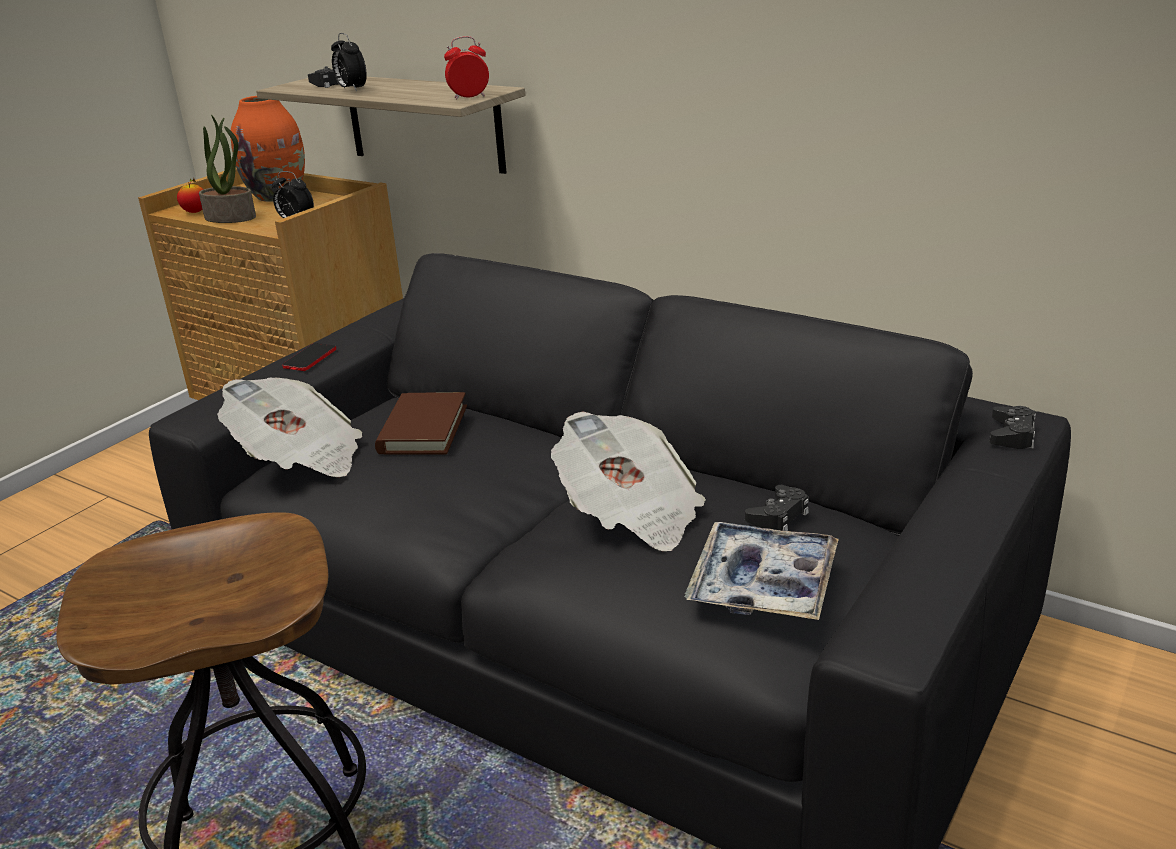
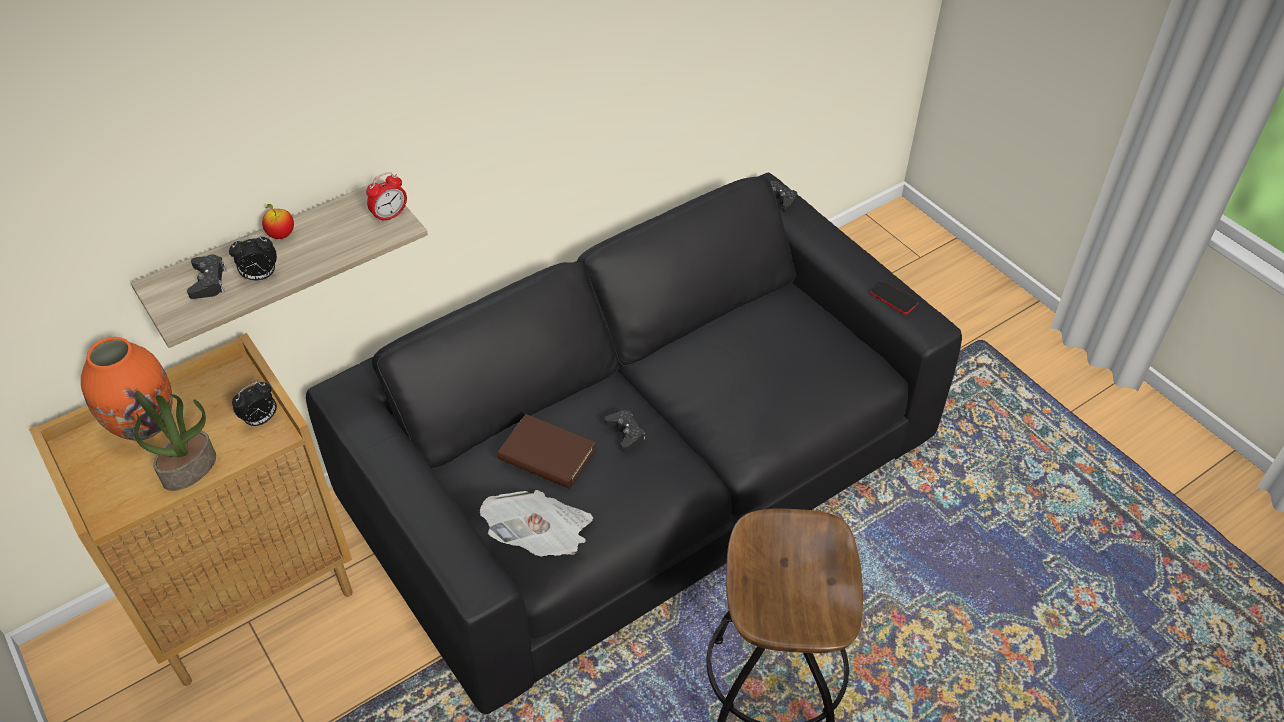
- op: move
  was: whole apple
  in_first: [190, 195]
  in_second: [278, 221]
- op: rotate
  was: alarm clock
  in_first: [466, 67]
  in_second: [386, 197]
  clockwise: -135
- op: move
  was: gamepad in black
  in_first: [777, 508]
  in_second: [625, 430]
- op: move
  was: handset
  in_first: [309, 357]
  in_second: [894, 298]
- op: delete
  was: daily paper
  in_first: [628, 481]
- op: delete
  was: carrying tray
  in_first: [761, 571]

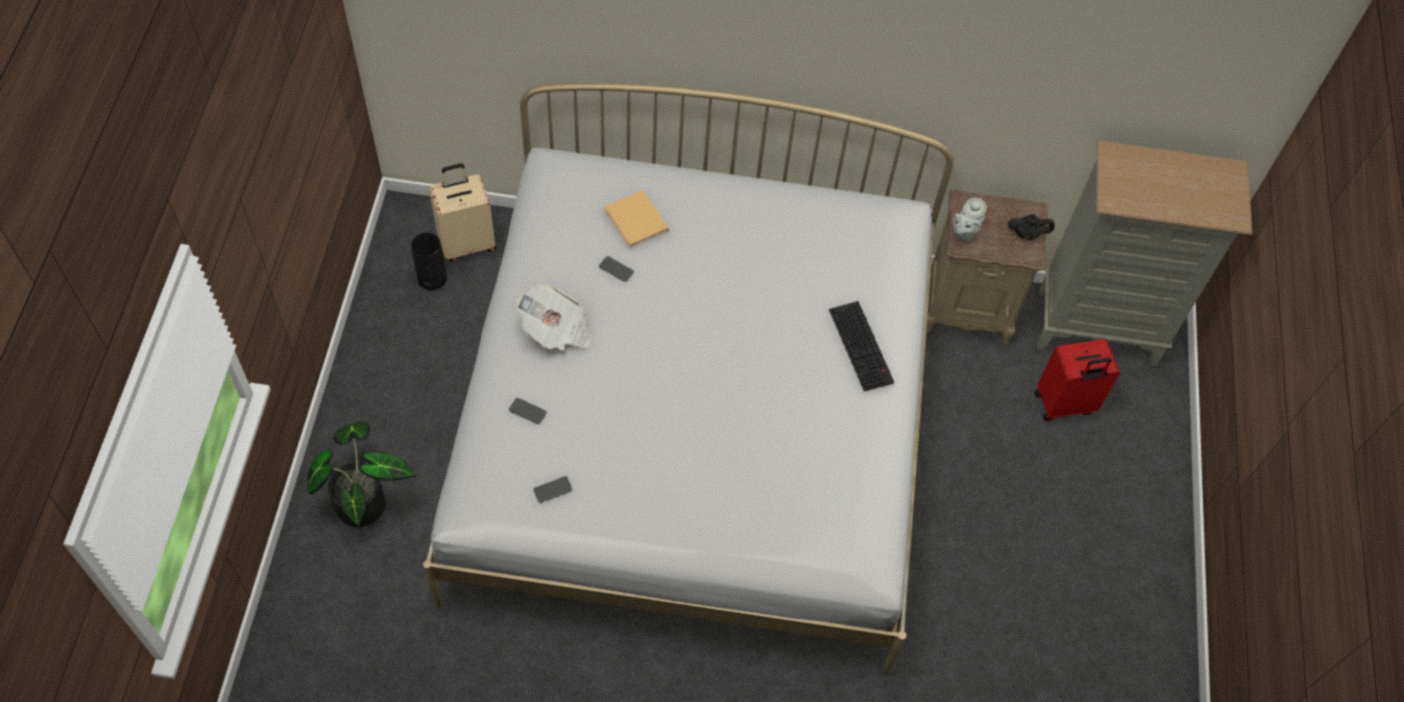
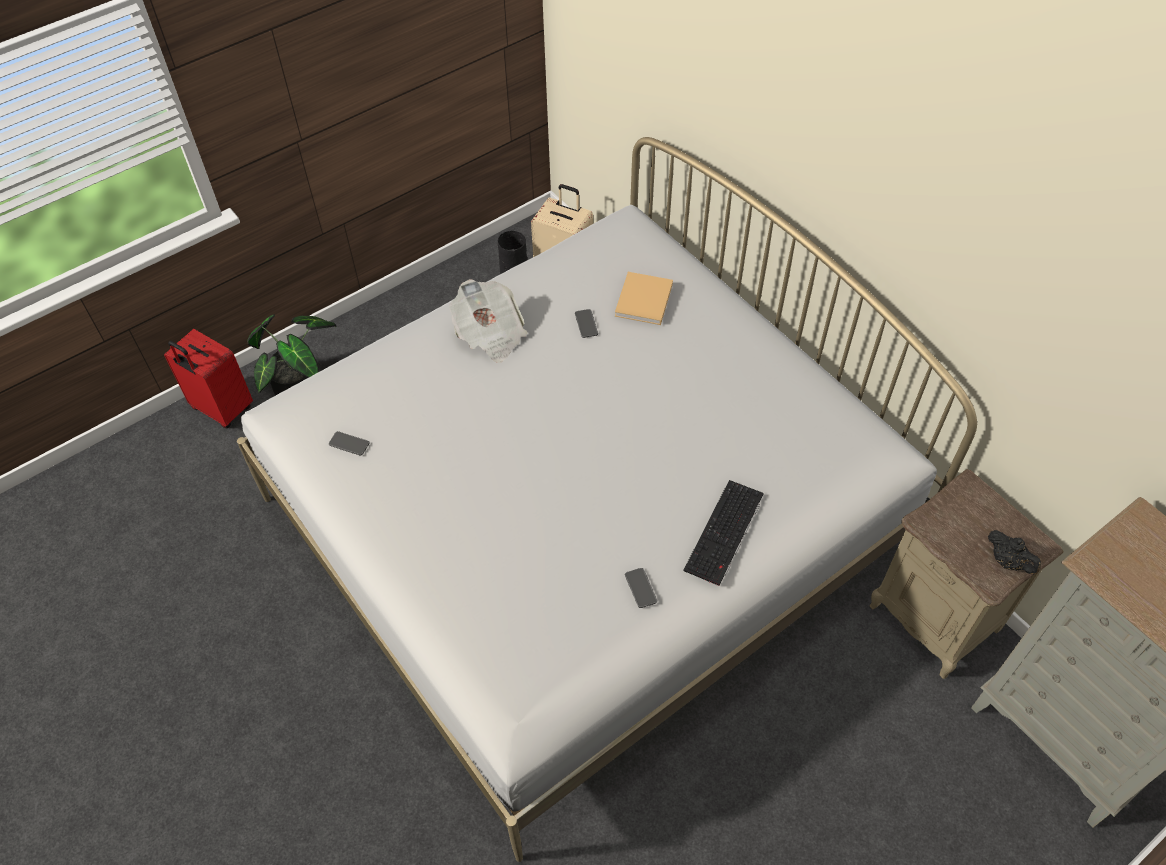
- op: move
  was: suitcase in red-coloured
  in_first: [1077, 380]
  in_second: [208, 378]
- op: move
  was: handset
  in_first: [528, 411]
  in_second: [641, 588]
- op: delete
  was: pot for tea in gray
  in_first: [969, 220]

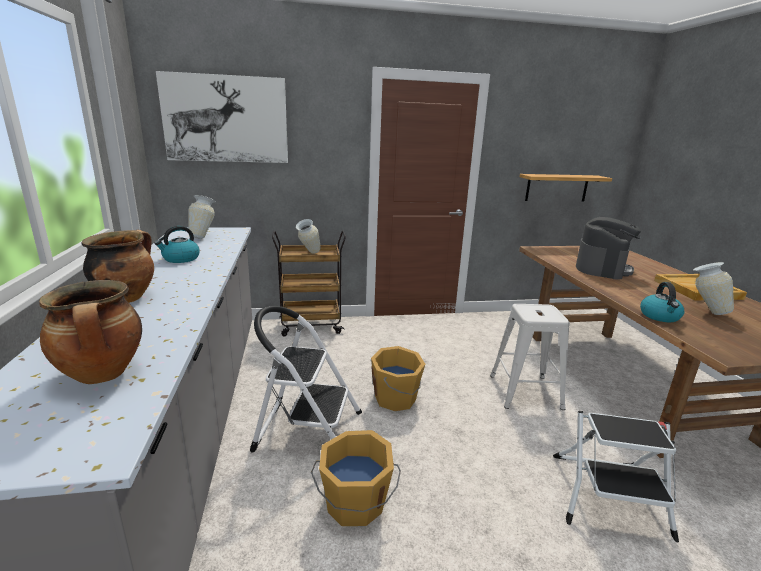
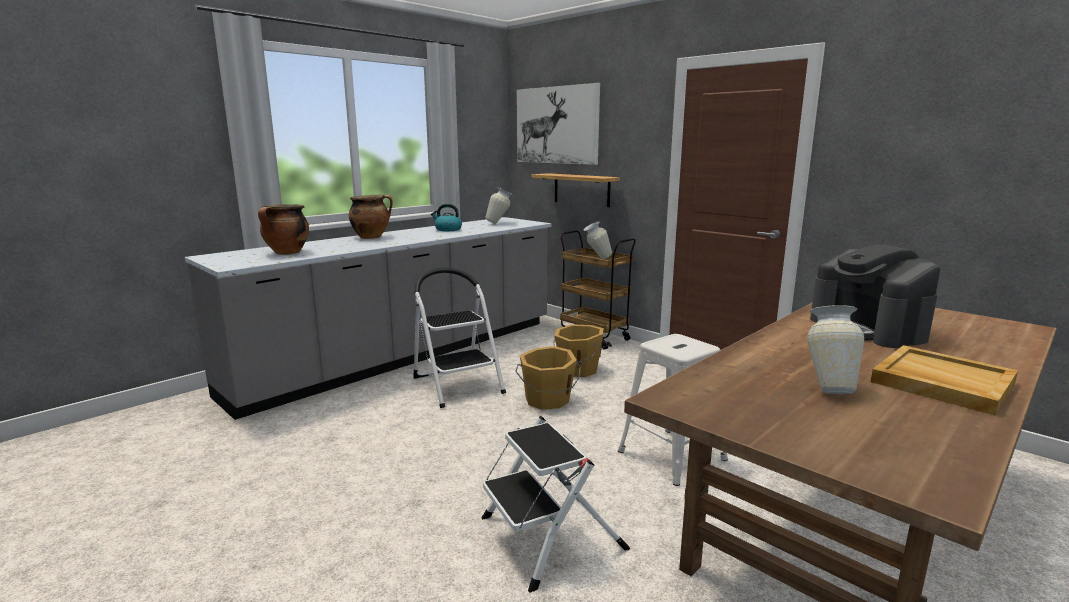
- op: move
  was: bracket shelf
  in_first: [566, 188]
  in_second: [576, 190]
- op: move
  was: pail in orangey
  in_first: [356, 478]
  in_second: [578, 350]
- op: rotate
  was: coffee maker
  in_first: [608, 248]
  in_second: [875, 296]
  clockwise: 75
- op: delete
  was: tea kettle
  in_first: [662, 302]

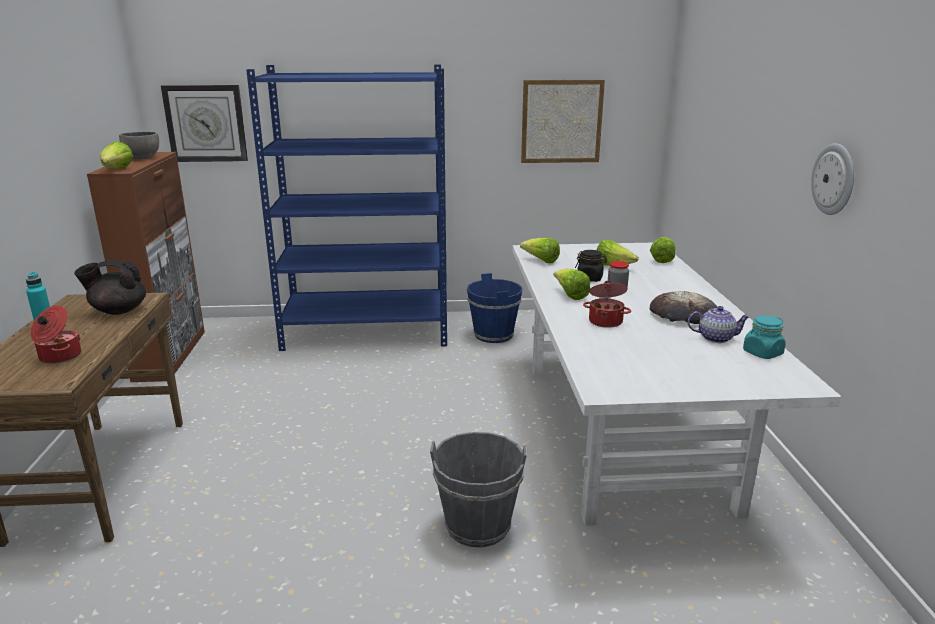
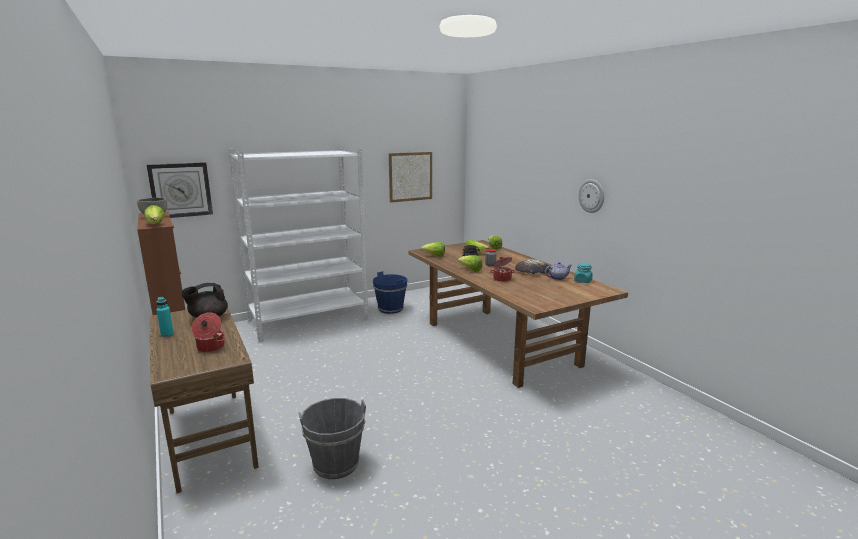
- op: recolor
  was: shelving unit in blue-coloured
  now: shelving unit in whitish
  in_first: [346, 208]
  in_second: [298, 243]
- op: move
  was: pail in gray
  in_first: [478, 489]
  in_second: [332, 438]
- op: recolor
  was: dinner table in whitish
  now: dinner table in brownish
  in_first: [677, 384]
  in_second: [518, 314]

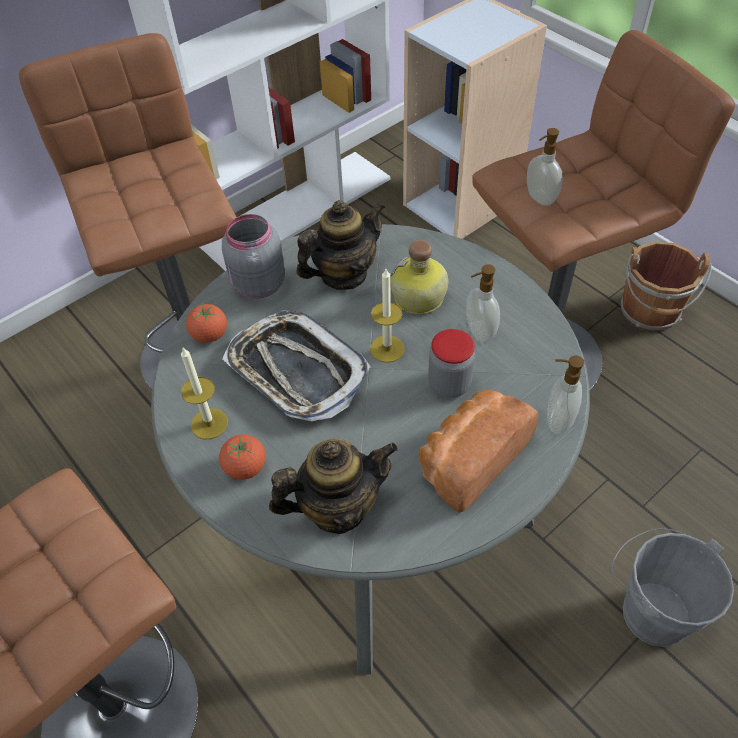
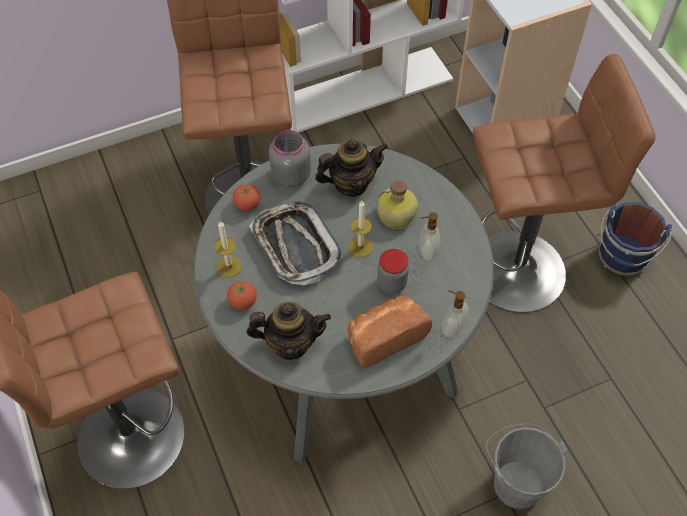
- op: recolor
  was: pail in brownish
  now: pail in blue-coloured
  in_first: [666, 286]
  in_second: [635, 239]
- op: delete
  was: soap bottle
  in_first: [545, 167]

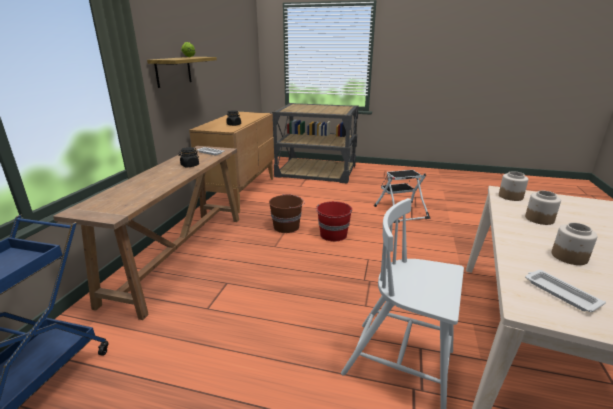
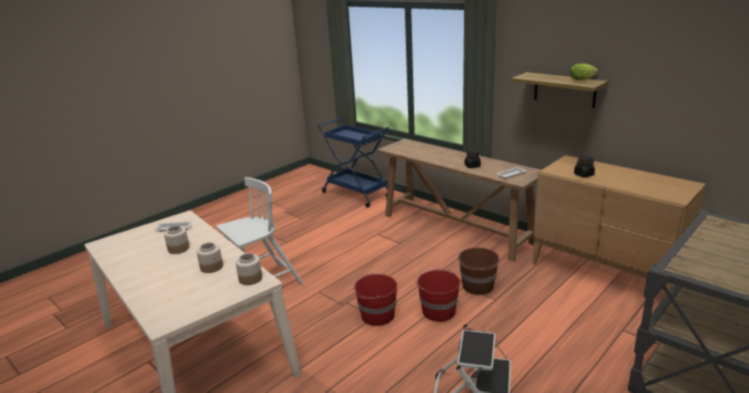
- op: insert
  now: pail in red-coloured
  in_second: [374, 299]

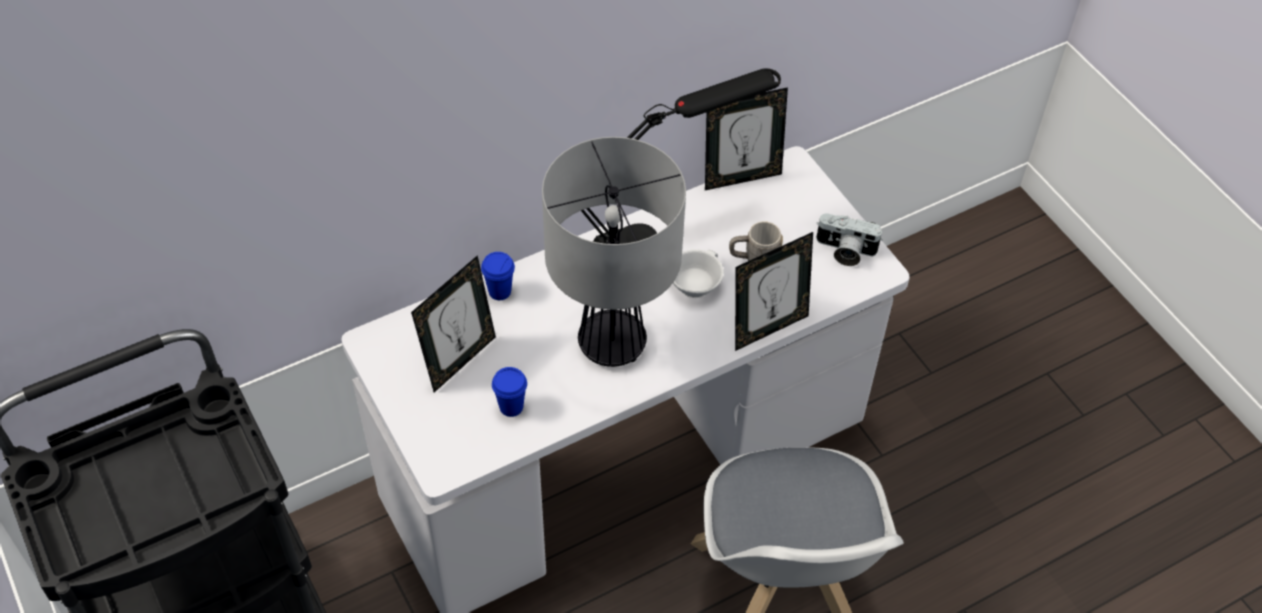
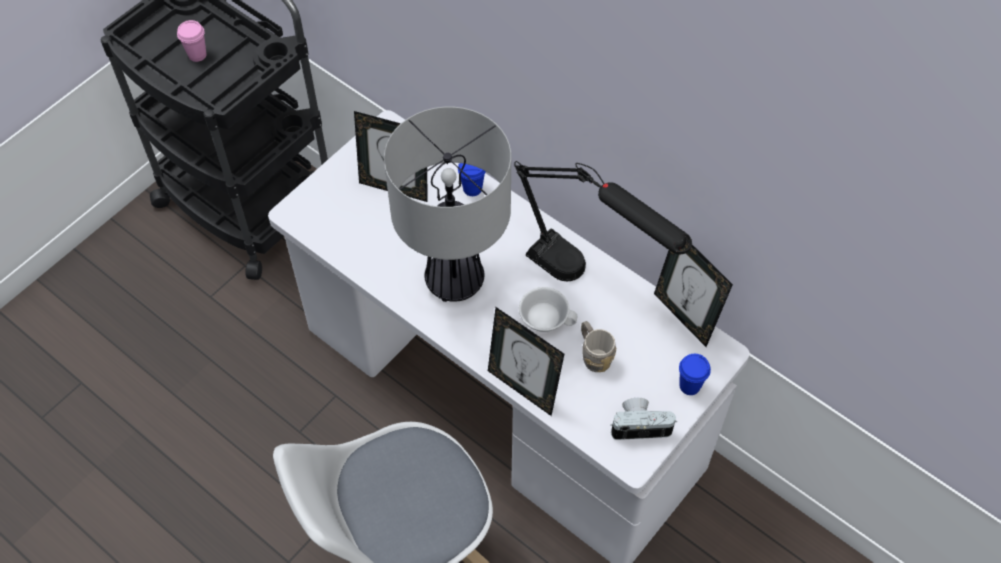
- op: insert
  now: drinking cup in pink
  in_second: [191, 41]
- op: rotate
  was: still camera
  in_first: [849, 239]
  in_second: [644, 419]
  clockwise: 90
- op: move
  was: drinking cup in blue-coloured
  in_first: [509, 392]
  in_second: [695, 374]

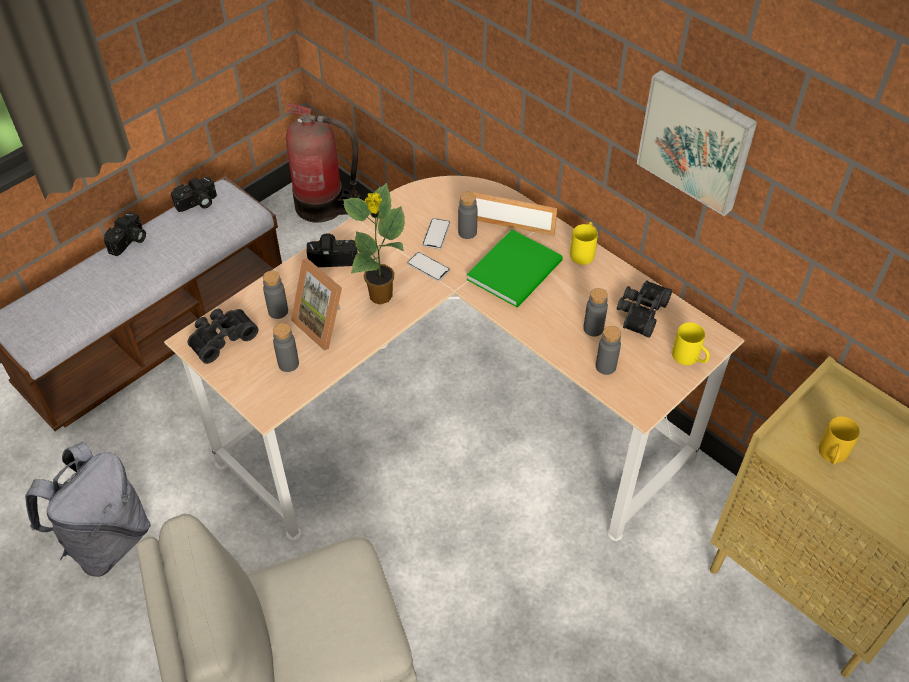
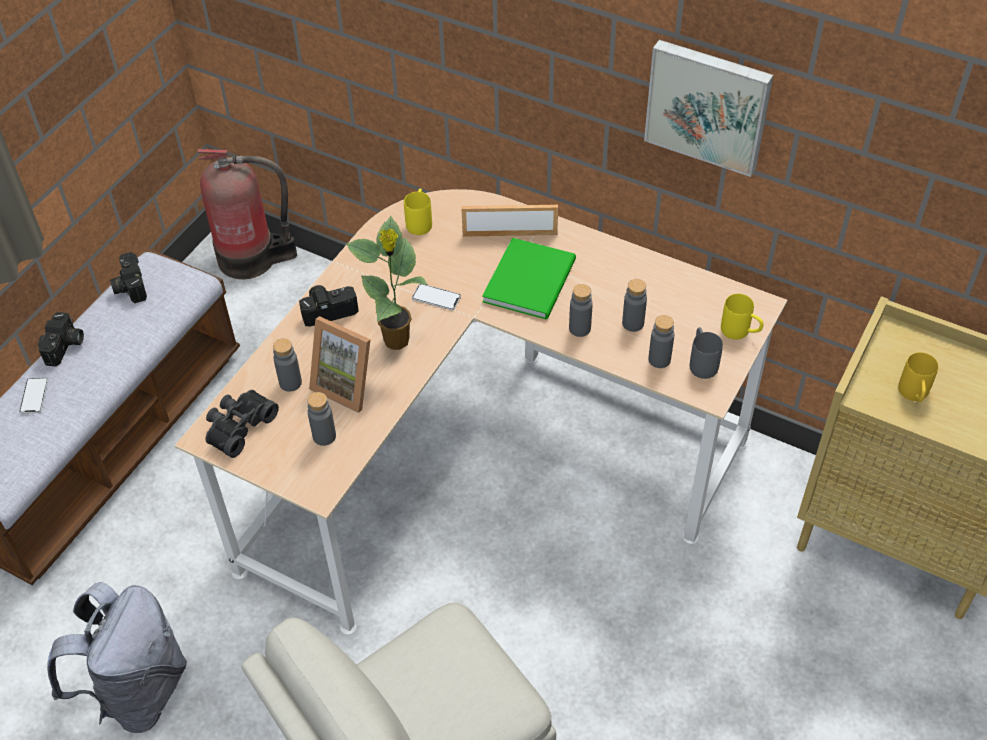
- op: move
  was: handset
  in_first: [436, 233]
  in_second: [33, 395]
- op: rotate
  was: still camera
  in_first: [194, 194]
  in_second: [128, 277]
  clockwise: 120
- op: move
  was: coffee mug in yellowish
  in_first: [584, 243]
  in_second: [418, 211]
- op: move
  was: drink bottle in gray
  in_first: [468, 215]
  in_second: [581, 310]
- op: insert
  now: coffee mug in gray
  in_second: [706, 353]
- op: delete
  was: pair of binoculars in black
  in_first: [644, 309]

